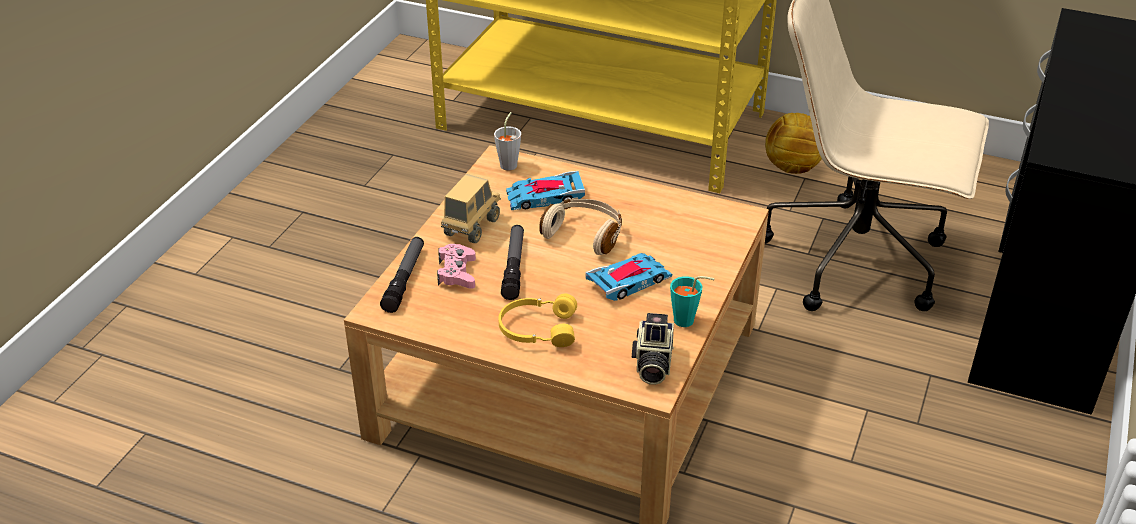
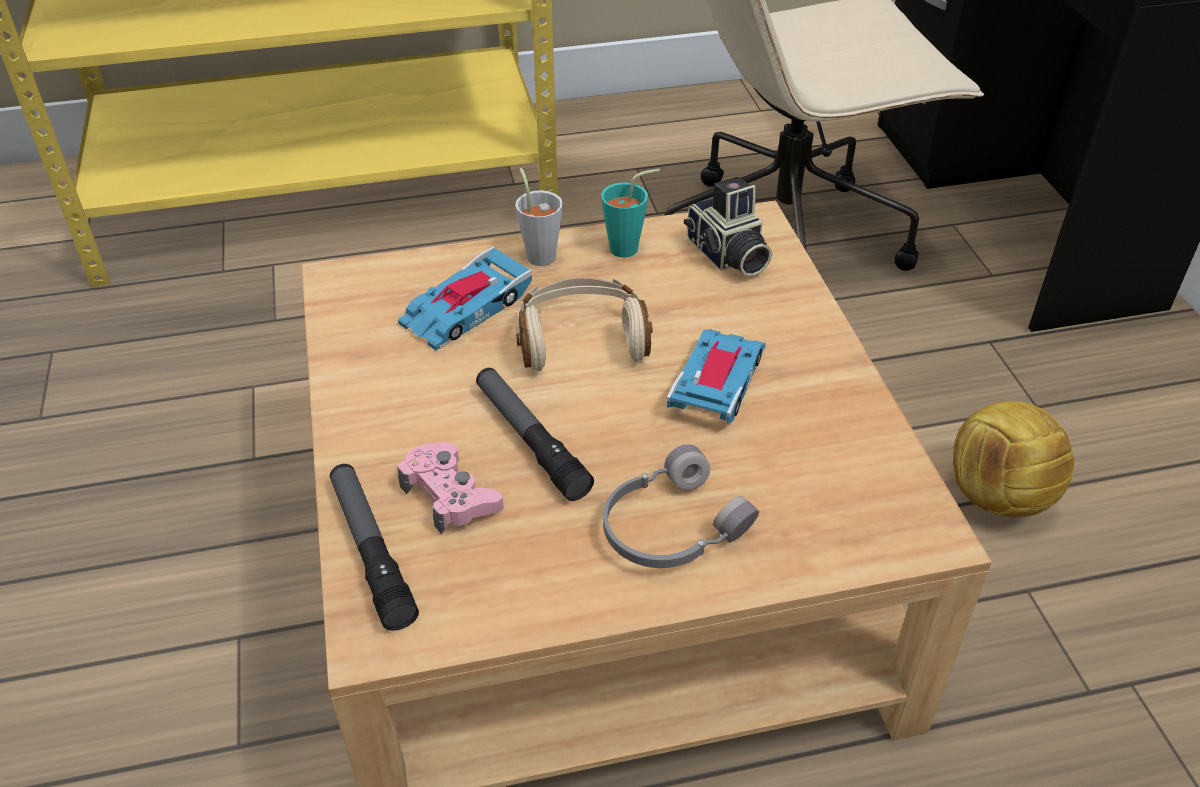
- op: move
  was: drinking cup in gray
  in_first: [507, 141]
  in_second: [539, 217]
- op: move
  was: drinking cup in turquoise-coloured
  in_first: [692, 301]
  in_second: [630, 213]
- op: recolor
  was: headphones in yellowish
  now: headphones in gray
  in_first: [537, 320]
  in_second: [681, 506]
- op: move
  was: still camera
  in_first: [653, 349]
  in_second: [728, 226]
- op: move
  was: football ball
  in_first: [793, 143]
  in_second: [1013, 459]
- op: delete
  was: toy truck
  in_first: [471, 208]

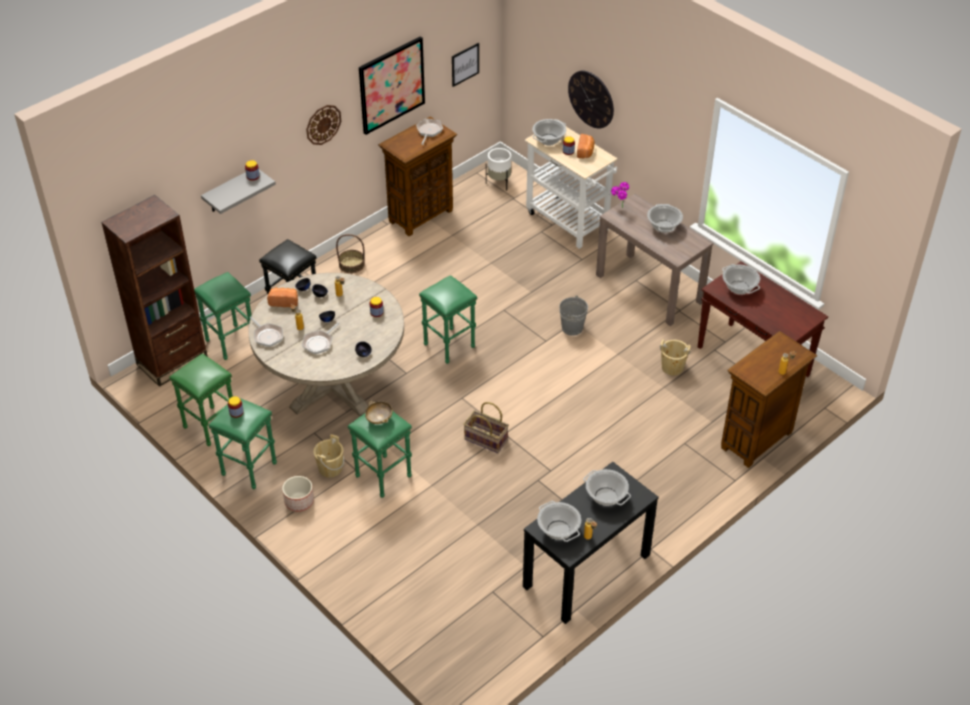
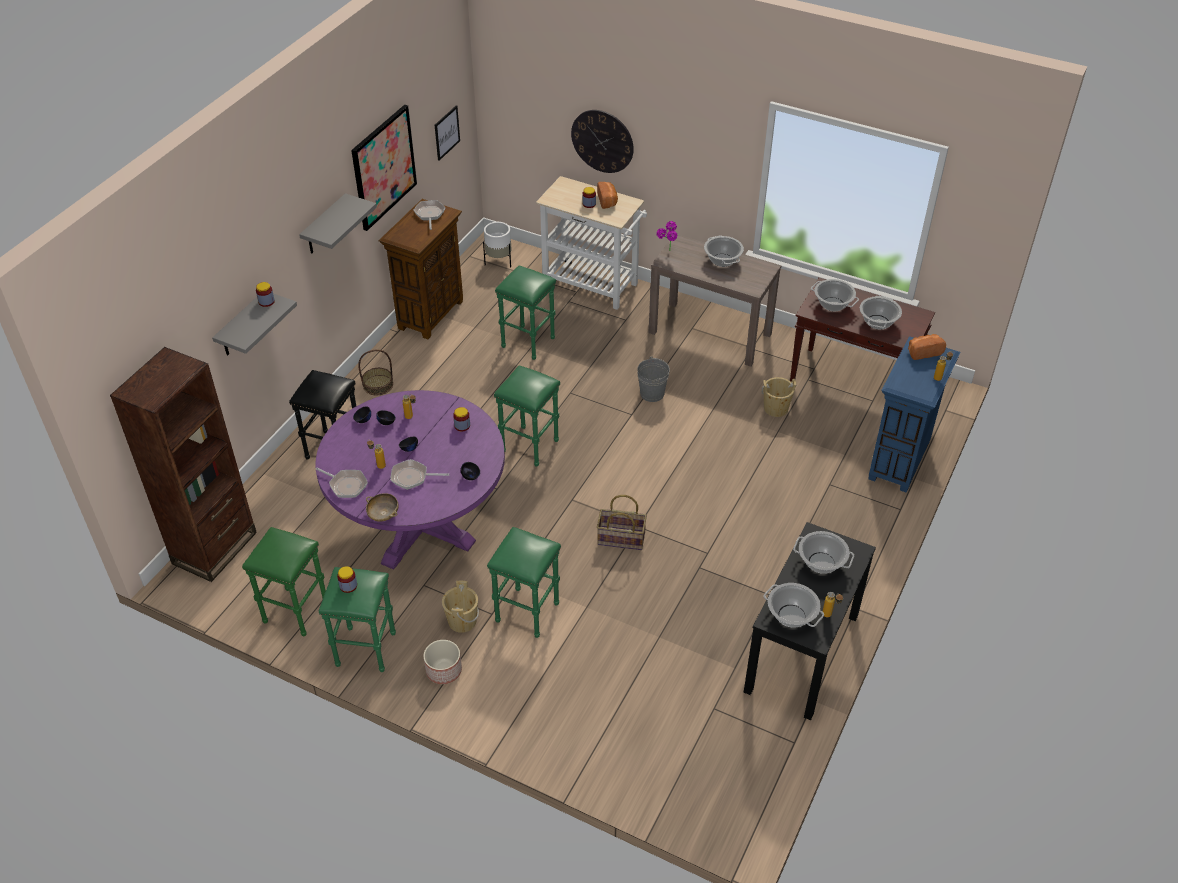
- op: replace
  was: wall clock
  now: bracket shelf in gray
  in_first: [323, 125]
  in_second: [338, 223]
- op: recolor
  was: dinner table in sand-coloured
  now: dinner table in purple
  in_first: [326, 344]
  in_second: [410, 480]
- op: move
  was: bowl in sand-coloured
  in_first: [379, 412]
  in_second: [382, 507]
- op: rotate
  was: frying pan
  in_first: [321, 338]
  in_second: [420, 474]
  clockwise: 75
- op: move
  was: stool in greenish
  in_first: [223, 316]
  in_second: [525, 313]
- op: move
  was: saucepot
  in_first: [549, 132]
  in_second: [881, 313]
- op: recolor
  was: cabinet in brownish
  now: cabinet in blue-coloured
  in_first: [769, 399]
  in_second: [914, 414]
- op: move
  was: bakery bread
  in_first: [282, 297]
  in_second: [927, 347]

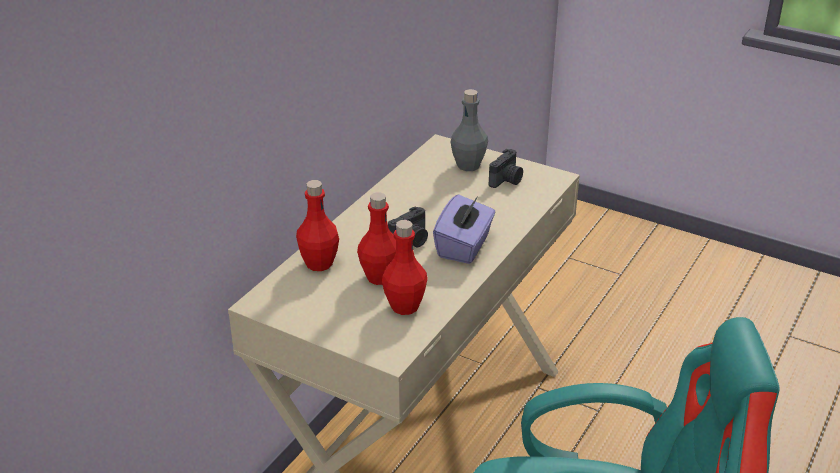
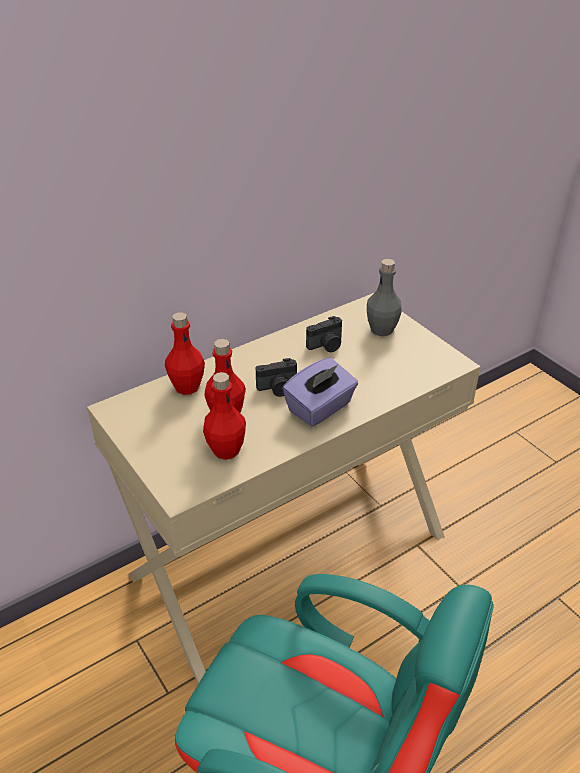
- op: move
  was: still camera
  in_first: [506, 168]
  in_second: [324, 334]

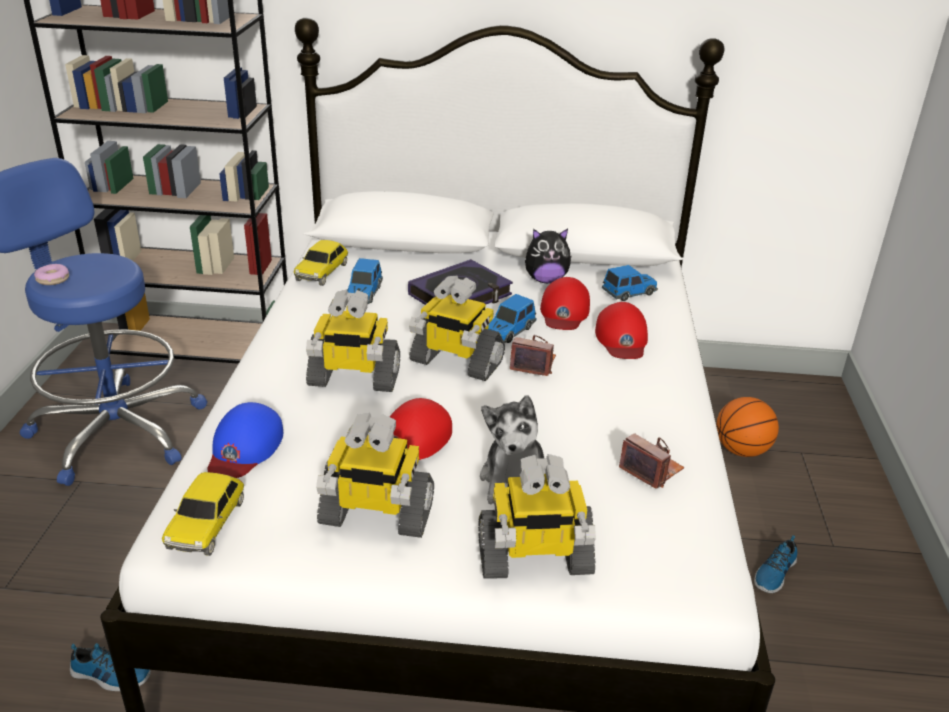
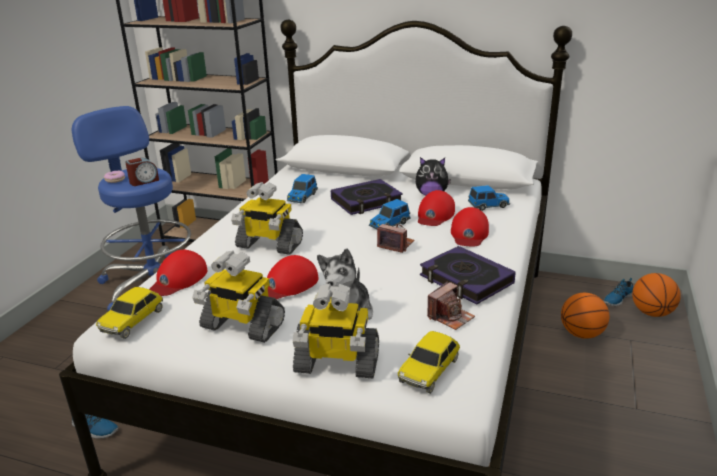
- op: insert
  now: alarm clock
  in_second: [142, 172]
- op: recolor
  was: baseball cap in blue-coloured
  now: baseball cap in red-coloured
  in_first: [245, 440]
  in_second: [178, 273]
- op: move
  was: model car
  in_first: [321, 263]
  in_second: [429, 362]
- op: insert
  now: bound book
  in_second: [468, 275]
- op: rotate
  was: still camera
  in_first: [651, 461]
  in_second: [451, 305]
  clockwise: 75
- op: move
  was: shoe
  in_first: [775, 564]
  in_second: [618, 292]
- op: insert
  now: ball for basketball
  in_second: [656, 295]
- op: delete
  was: model robot
  in_first: [457, 328]

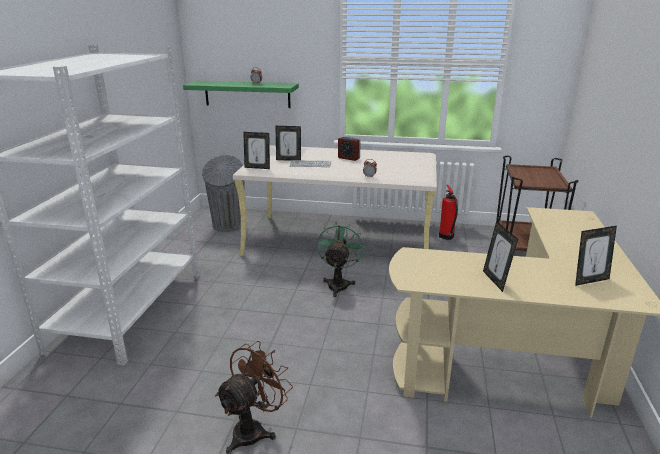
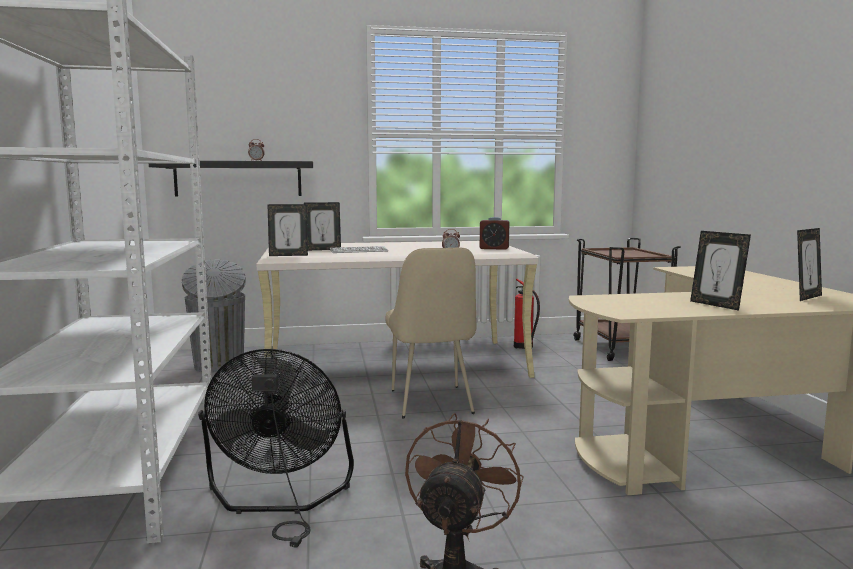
- op: recolor
  was: bracket shelf in greenish
  now: bracket shelf in black
  in_first: [241, 94]
  in_second: [231, 179]
- op: insert
  now: cooling fan in black
  in_second: [276, 448]
- op: replace
  was: cooling fan in greenish
  now: plain chair in sand-coloured
  in_first: [340, 260]
  in_second: [431, 333]
- op: move
  was: alarm clock
  in_first: [349, 148]
  in_second: [494, 233]

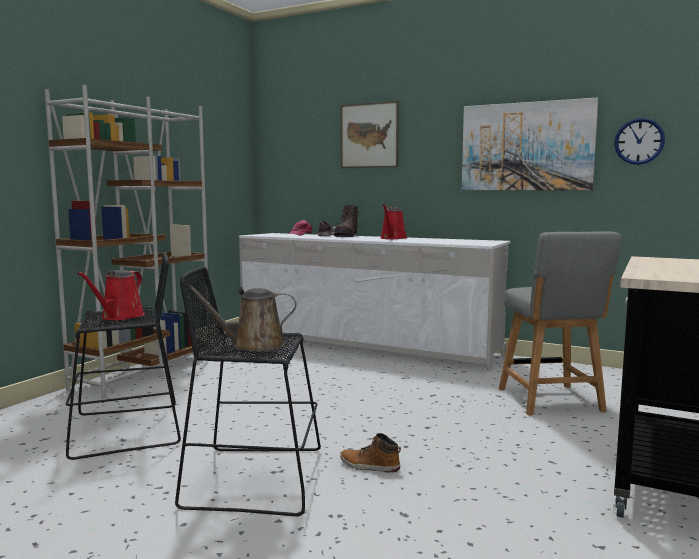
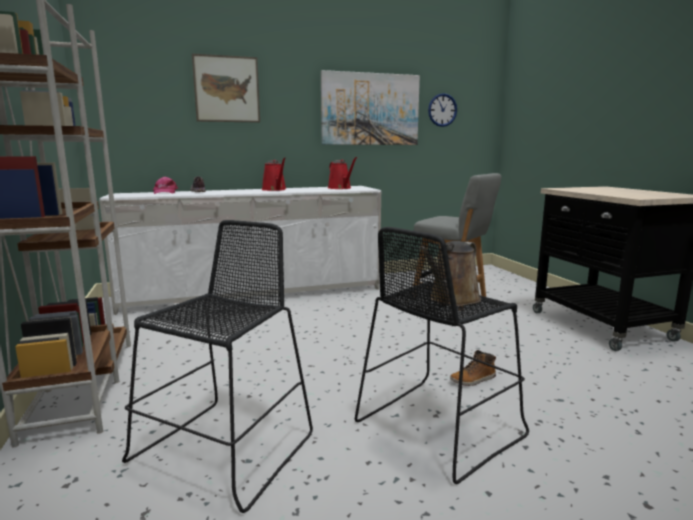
- op: move
  was: watering pot in red-coloured
  in_first: [111, 295]
  in_second: [342, 173]
- op: delete
  was: high-top boot in brownish
  in_first: [346, 221]

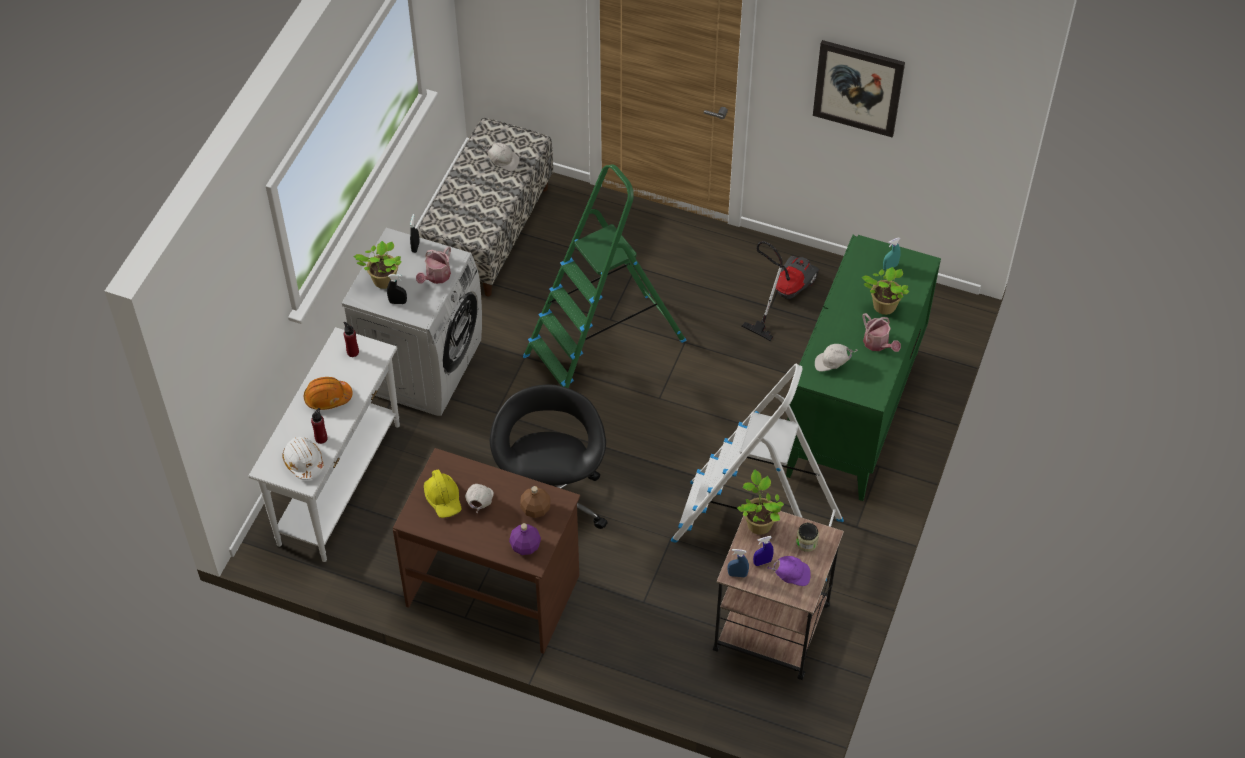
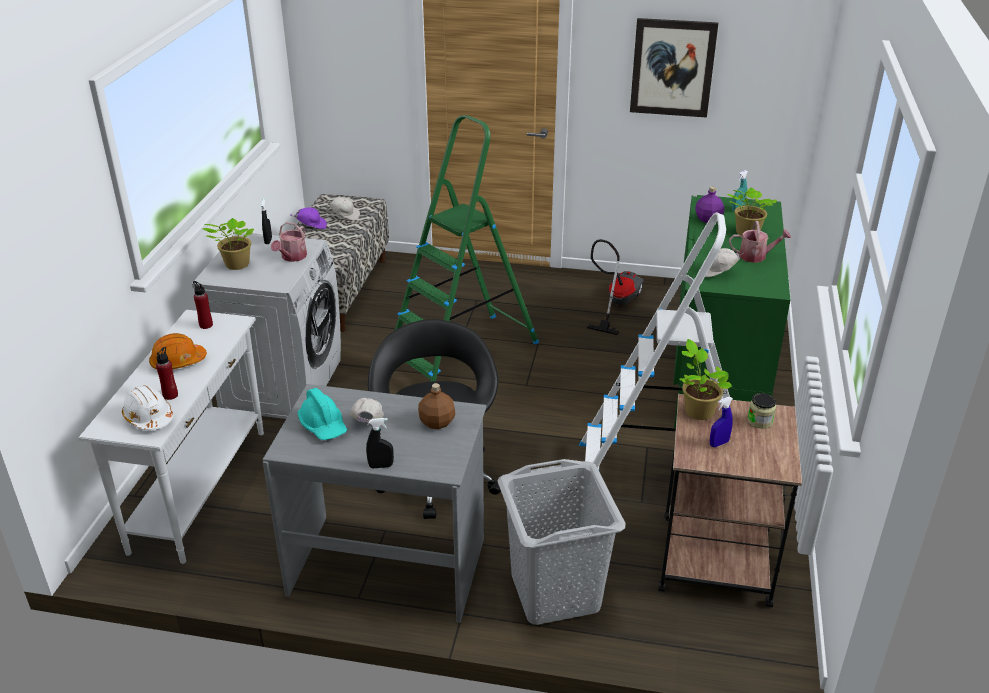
- op: recolor
  was: desk in brownish
  now: desk in gray
  in_first: [486, 551]
  in_second: [375, 503]
- op: move
  was: baseball cap in purple
  in_first: [789, 571]
  in_second: [308, 218]
- op: recolor
  was: work helmet in yellowish
  now: work helmet in turquoise-coloured
  in_first: [443, 493]
  in_second: [322, 414]
- op: move
  was: sprayer in black
  in_first: [397, 289]
  in_second: [380, 443]
- op: insert
  now: hamper in gray
  in_second: [562, 542]
- op: move
  was: drink bottle in purple
  in_first: [525, 539]
  in_second: [709, 204]
- op: rotate
  was: watering pot
  in_first: [882, 332]
  in_second: [760, 242]
  clockwise: -45
- op: delete
  was: sprayer in blue-coloured
  in_first: [738, 563]

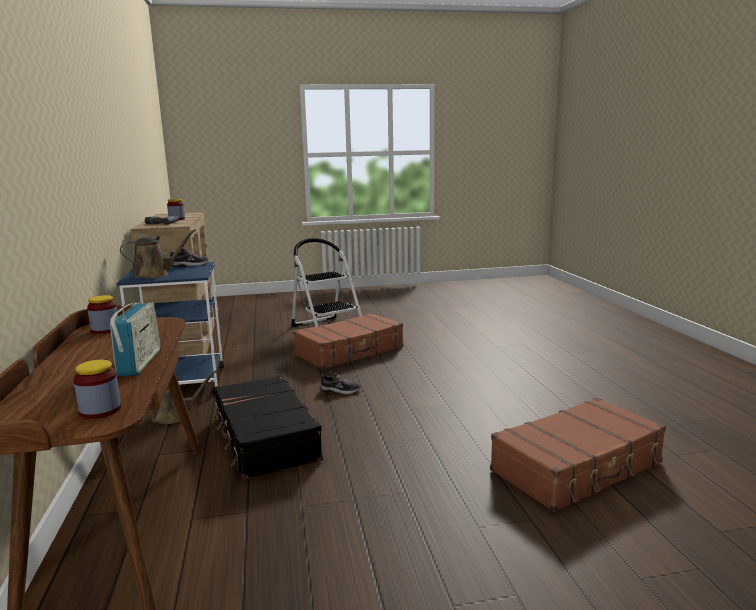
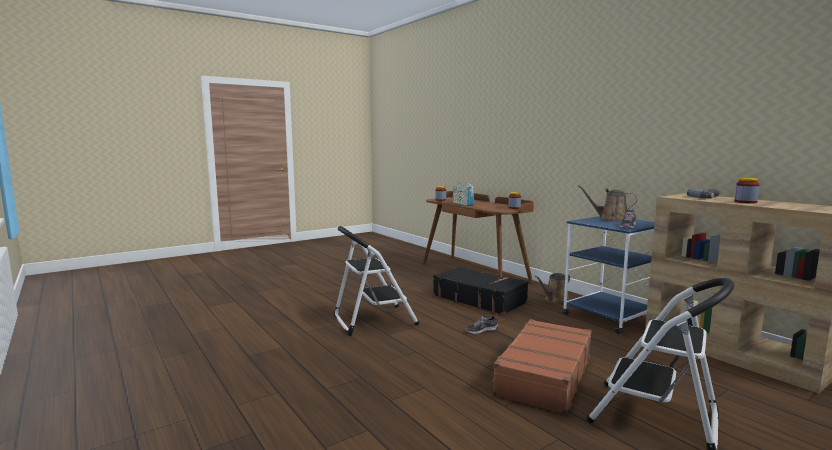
- op: insert
  now: stepladder
  in_second: [376, 281]
- op: rotate
  was: watering pot in brownish
  in_first: [158, 253]
  in_second: [607, 203]
  clockwise: 75
- op: delete
  was: suitcase in brownish
  in_first: [578, 454]

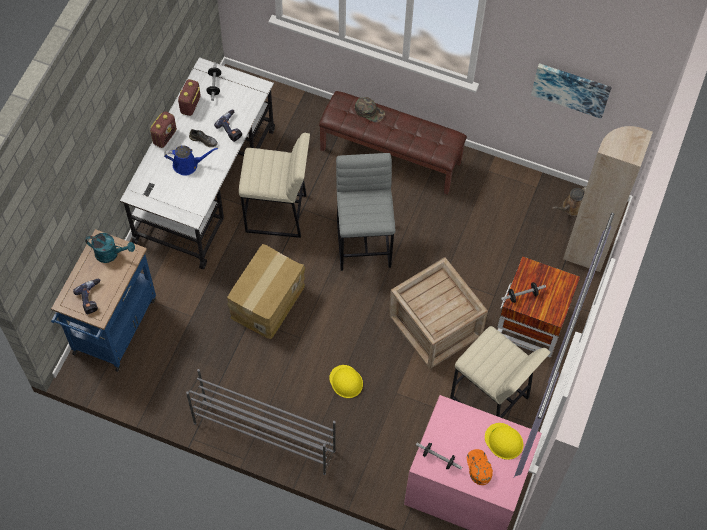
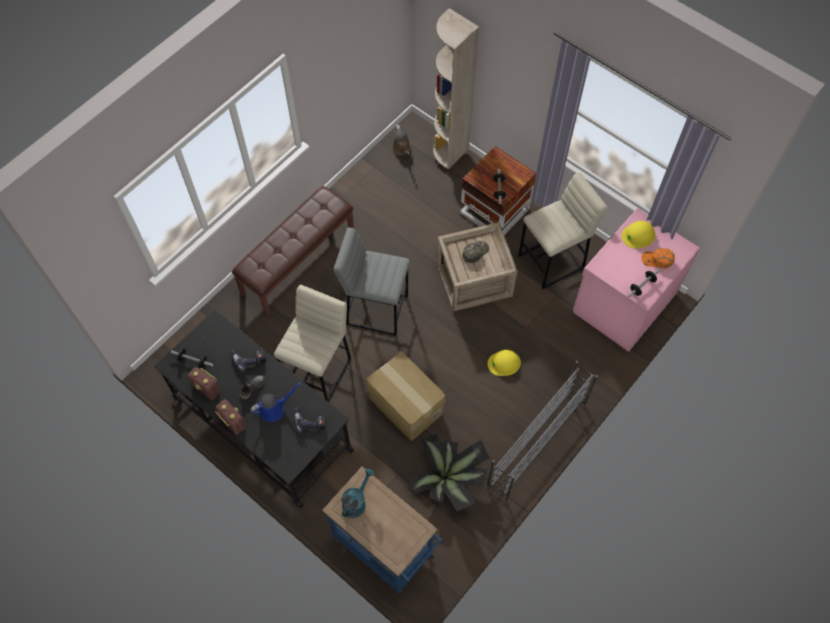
- op: recolor
  was: desk in whitish
  now: desk in black
  in_first: [197, 163]
  in_second: [254, 408]
- op: rotate
  was: watering pot in blue-coloured
  in_first: [191, 160]
  in_second: [275, 402]
  clockwise: 45
- op: move
  was: power drill
  in_first: [86, 297]
  in_second: [310, 420]
- op: insert
  now: potted plant
  in_second: [449, 472]
- op: move
  was: baseball cap in greenish
  in_first: [370, 110]
  in_second: [475, 252]
- op: delete
  was: wall art
  in_first: [571, 91]

